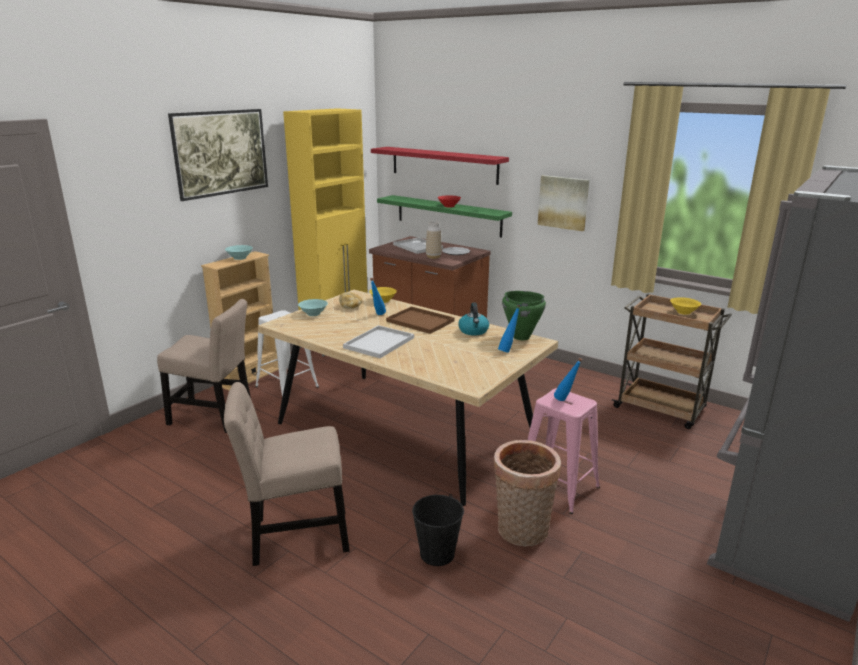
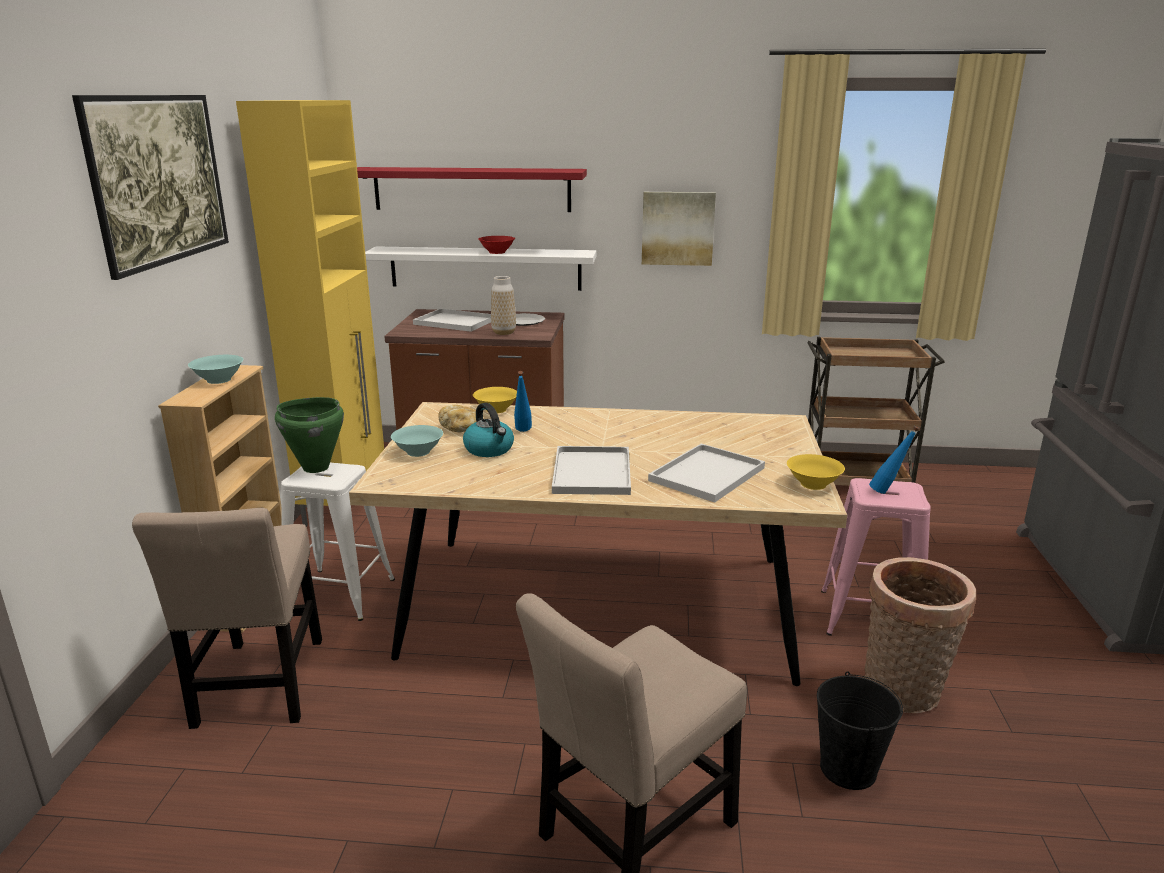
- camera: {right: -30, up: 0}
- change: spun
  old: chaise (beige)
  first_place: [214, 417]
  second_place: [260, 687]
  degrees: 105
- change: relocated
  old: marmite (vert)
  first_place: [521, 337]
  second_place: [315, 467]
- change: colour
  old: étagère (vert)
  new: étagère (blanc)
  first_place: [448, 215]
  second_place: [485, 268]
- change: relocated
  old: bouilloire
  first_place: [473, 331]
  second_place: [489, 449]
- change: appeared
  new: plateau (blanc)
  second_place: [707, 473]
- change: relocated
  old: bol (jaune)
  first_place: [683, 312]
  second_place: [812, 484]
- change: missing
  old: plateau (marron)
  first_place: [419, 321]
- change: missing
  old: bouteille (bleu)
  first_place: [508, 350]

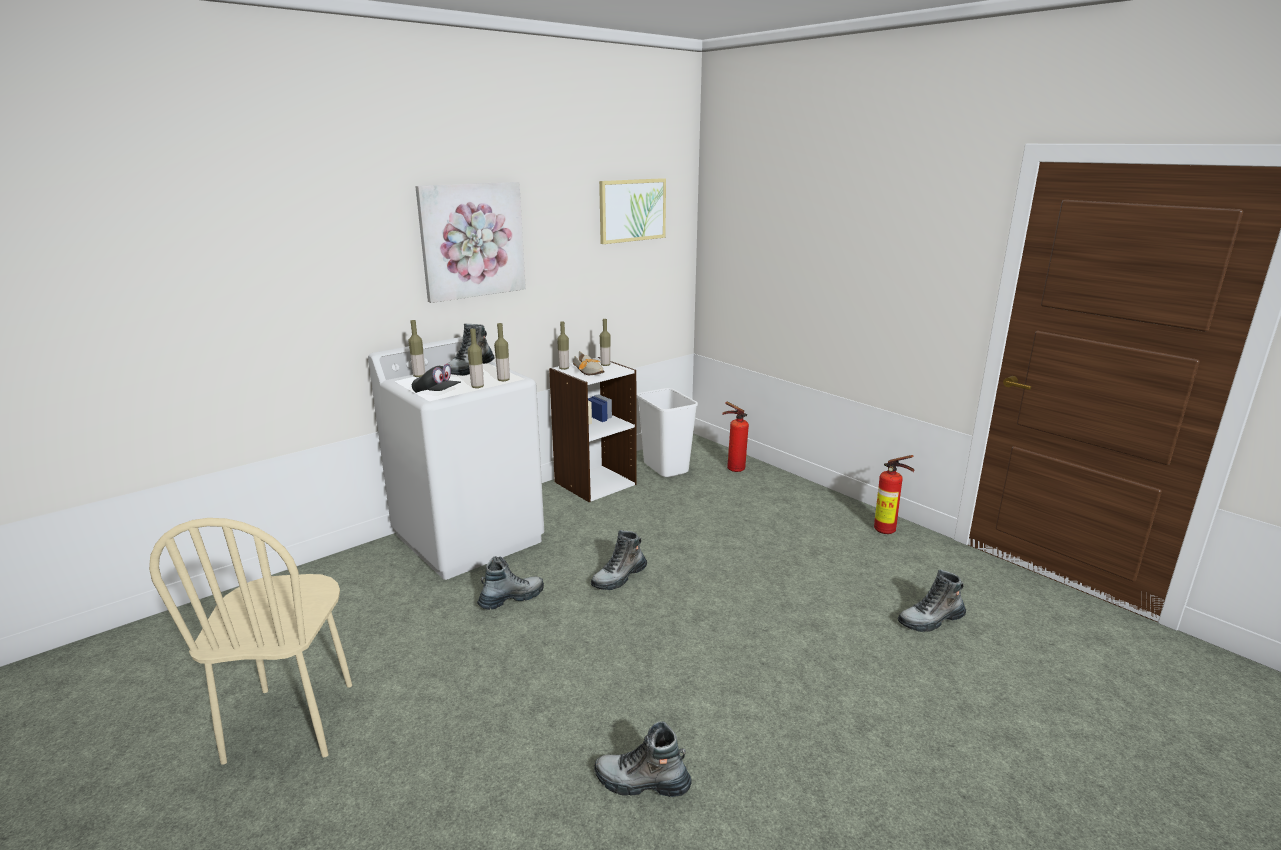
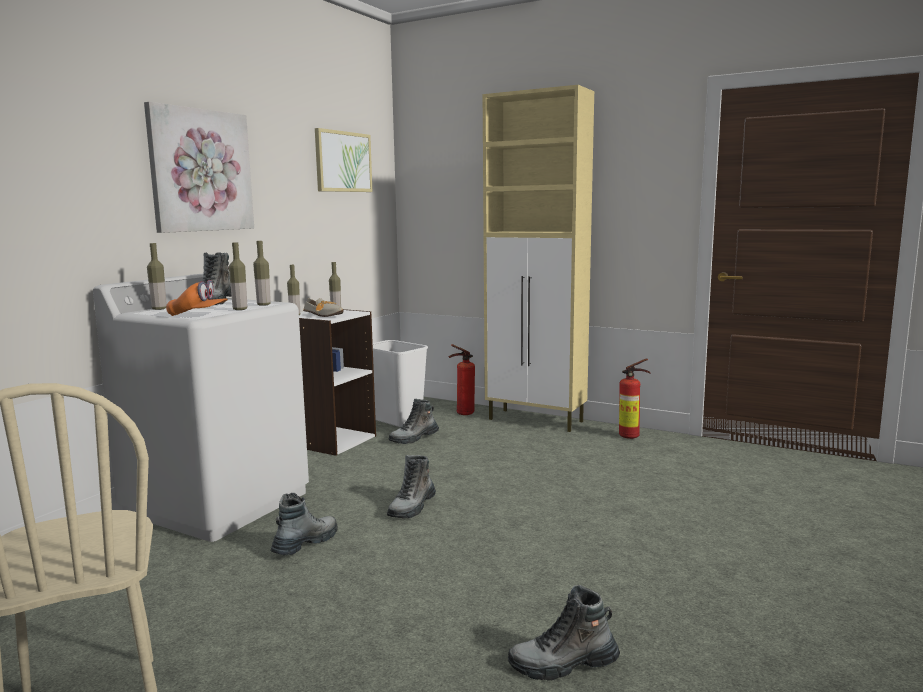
- camera: {right: -20, up: -10}
- change: colour
  old: casquette (noir)
  new: casquette (orange)
  first_place: [437, 393]
  second_place: [198, 315]
- change: relocated
  old: botte
  first_place: [931, 620]
  second_place: [414, 438]
- change: appeared
  new: meuble de rangement (beige)
  second_place: [536, 420]

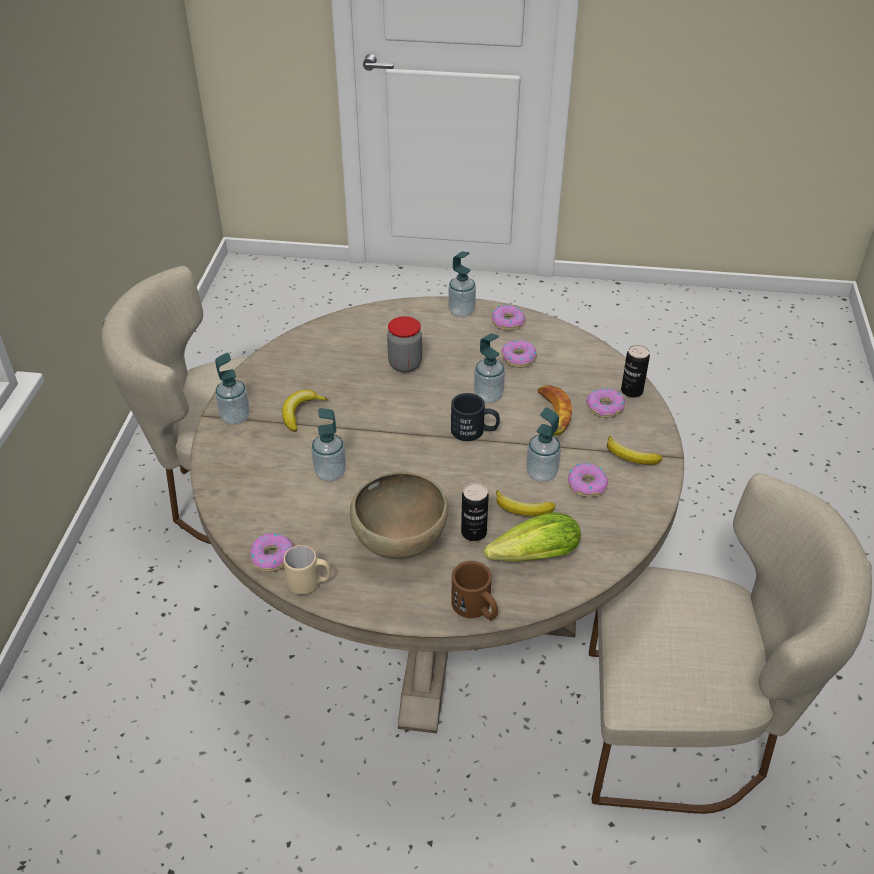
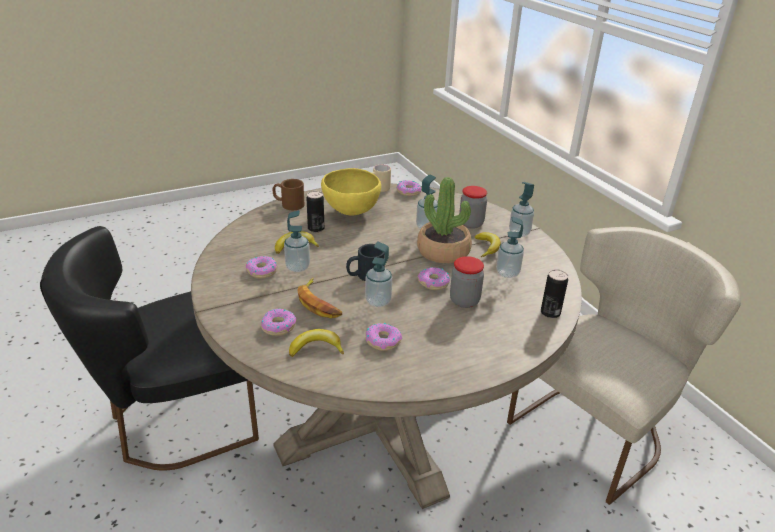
- camera: {right: 145, up: -10}
- change: colour
  old: chaise (beige)
  new: chaise (noir)
  first_place: [684, 731]
  second_place: [174, 421]
- change: relocated
  old: banane
  first_place: [630, 457]
  second_place: [316, 348]
- change: colour
  old: bol (marron)
  new: bol (jaune)
  first_place: [401, 545]
  second_place: [350, 213]
- change: appeared
  new: plante en pot
  second_place: [443, 251]
- change: relocated
  old: beignet
  first_place: [508, 322]
  second_place: [433, 283]
- change: appeared
  new: bocal
  second_place: [471, 223]
- change: relocated
  old: distributeur de savon
  first_place: [461, 311]
  second_place: [507, 273]
- change: relocated
  old: boîte métallique
  first_place: [631, 391]
  second_place: [550, 312]
- change: missing
  old: laitue
  first_place: [529, 557]

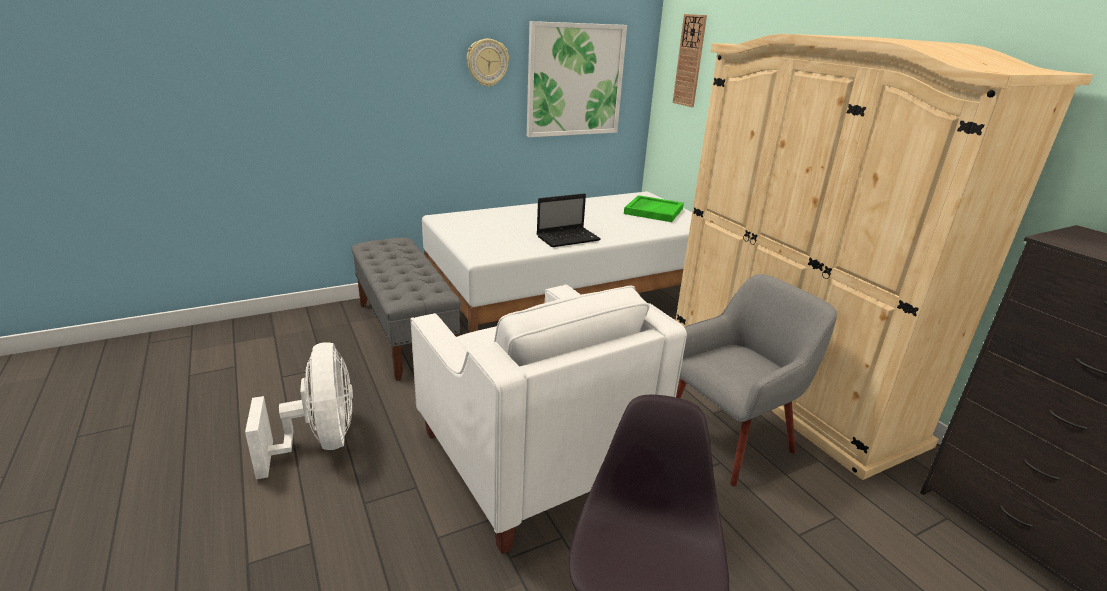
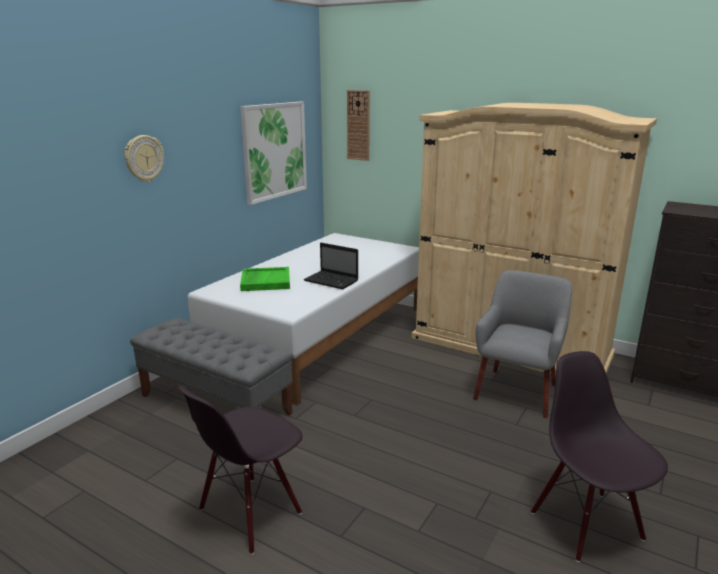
- camera: {right: -30, up: -5}
- change: relocated
  old: horloge murale
  first_place: [487, 62]
  second_place: [144, 158]
- change: exchanged
  old: ventilateur (blanc)
  new: chaise (noir)
  first_place: [320, 442]
  second_place: [250, 513]
- change: relocated
  old: plateau (vert)
  first_place: [653, 211]
  second_place: [265, 281]
- change: spun
  old: ordinateur portable
  first_place: [569, 238]
  second_place: [332, 281]
  degrees: 90
- change: missing
  old: fauteuil (blanc)
  first_place: [532, 459]

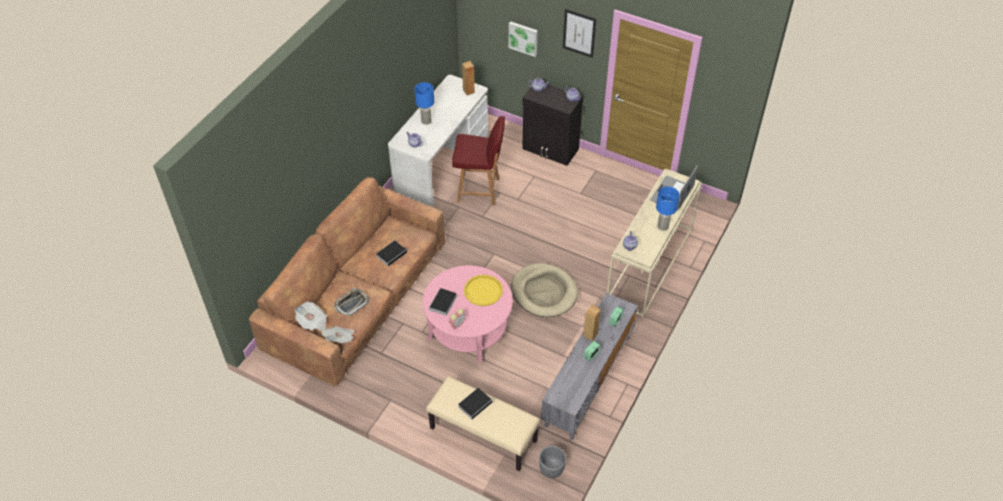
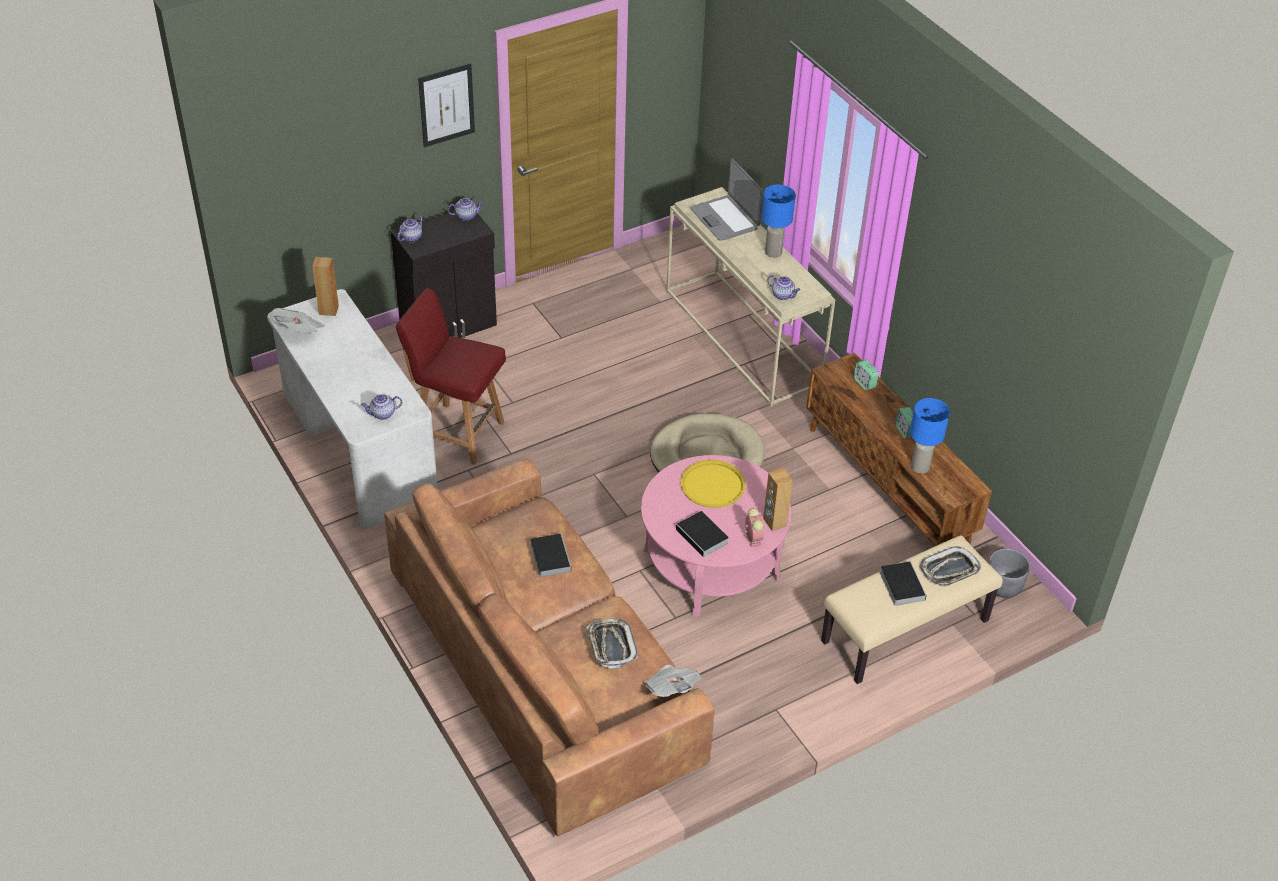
- camera: {right: -60, up: -5}
- change: relocated
  old: journal
  first_place: [312, 322]
  second_place: [299, 330]
- change: spun
  old: chaise (rouge)
  first_place: [479, 190]
  second_place: [457, 433]
  degrees: -105
- change: relocated
  old: enceinte (marron)
  first_place: [590, 334]
  second_place: [774, 522]
- change: colour
  old: meuble télé (gris)
  new: meuble télé (marron)
  first_place: [588, 381]
  second_place: [888, 485]
- change: relocated
  old: lampe de table (bleu)
  first_place: [426, 121]
  second_place: [919, 467]
- change: appeared
  new: plateau
  second_place: [949, 570]
- change: missing
  old: tableau
  first_place: [523, 38]

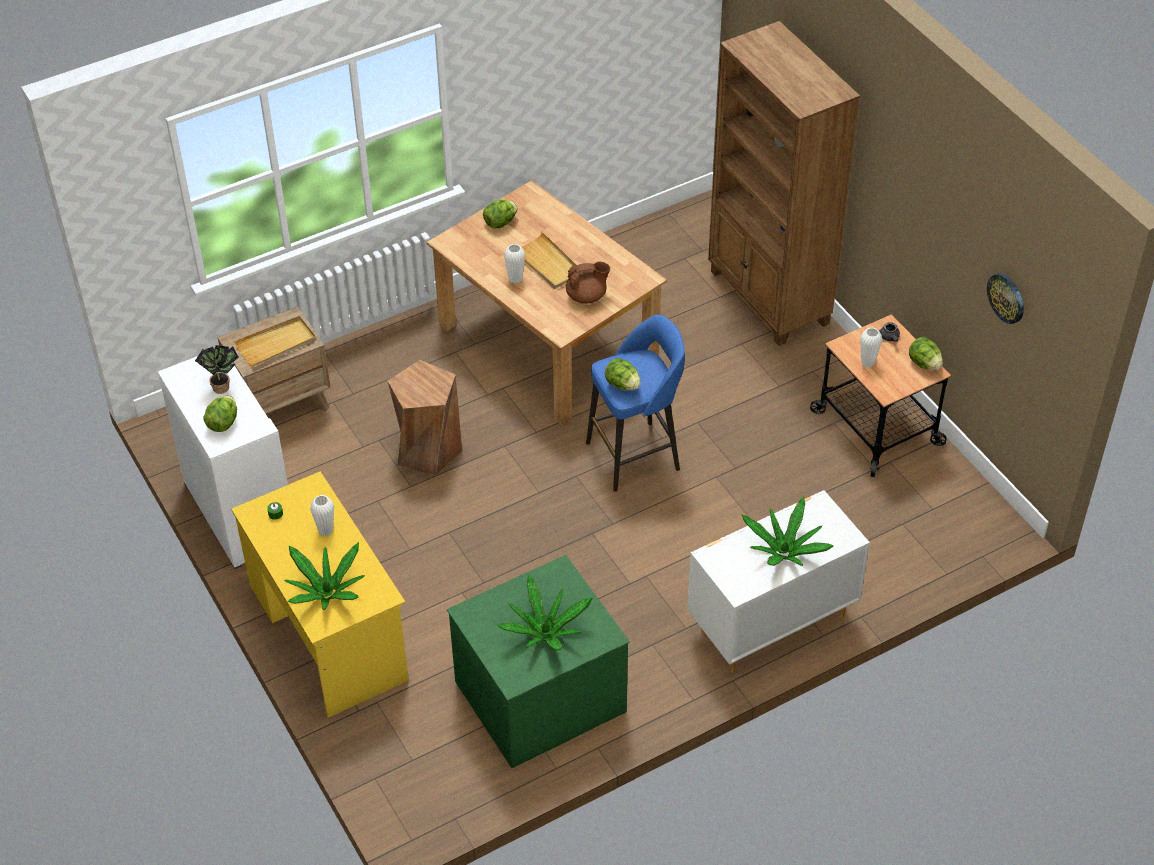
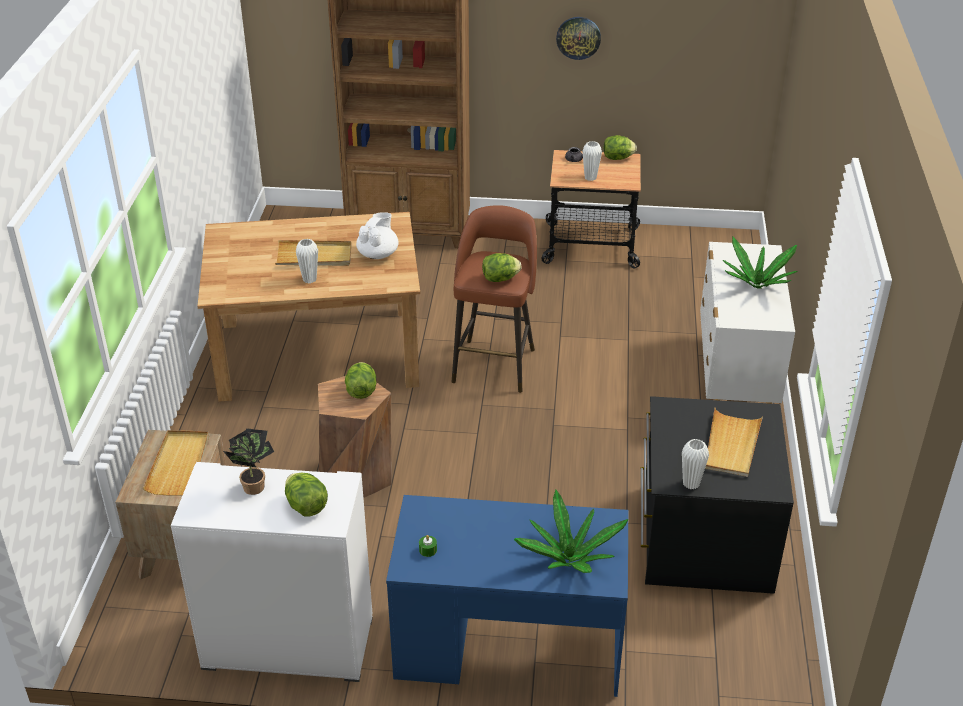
- camera: {right: -55, up: -10}
- change: relocated
  old: laitue
  first_place: [500, 223]
  second_place: [361, 391]
- change: colour
  old: théière (marron)
  new: théière (blanc)
  first_place: [587, 296]
  second_place: [378, 254]
- change: colour
  old: bureau (jaune)
  new: bureau (bleu)
  first_place: [328, 632]
  second_place: [508, 646]
- change: colour
  old: tabouret (bleu)
  new: tabouret (marron)
  first_place: [635, 455]
  second_place: [494, 364]
- change: relocated
  old: horloge murale
  first_place: [1006, 298]
  second_place: [578, 37]
- change: colour
  old: commode (vert)
  new: commode (noir)
  first_place: [539, 694]
  second_place: [703, 537]
- change: relocated
  old: vase (blanc)
  first_place: [325, 530]
  second_place: [691, 484]
- change: exchanged
  old: plante en pot
  new: plateau (beige)
  first_place: [545, 632]
  second_place: [731, 445]

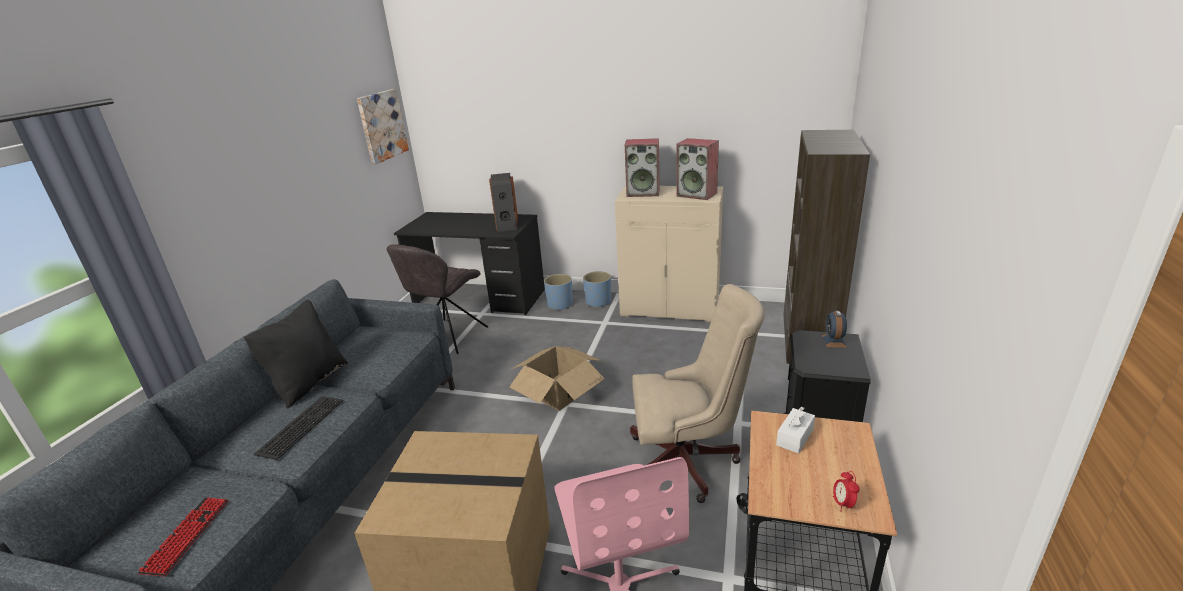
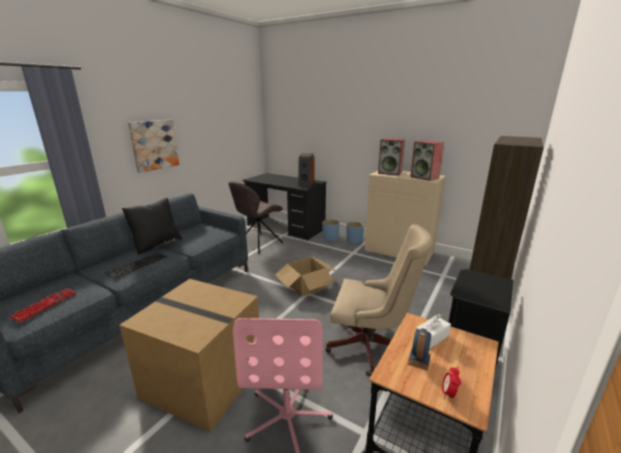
- camera: {right: 15, up: -5}
- change: relocated
  old: tableau
  first_place: [382, 125]
  second_place: [154, 145]
- change: relocated
  old: réveil
  first_place: [834, 341]
  second_place: [419, 359]

